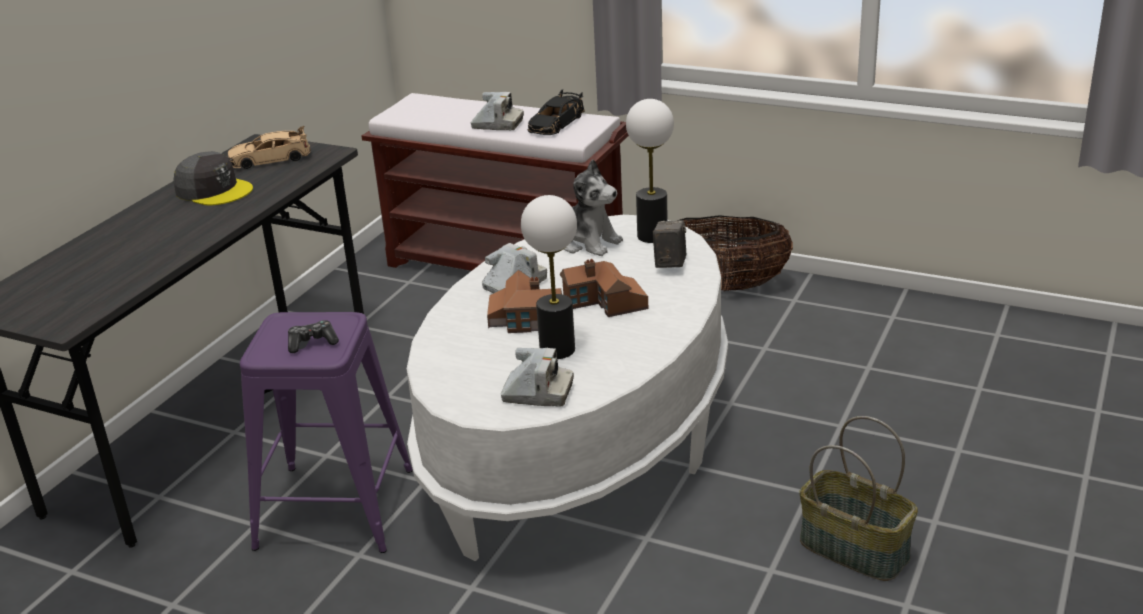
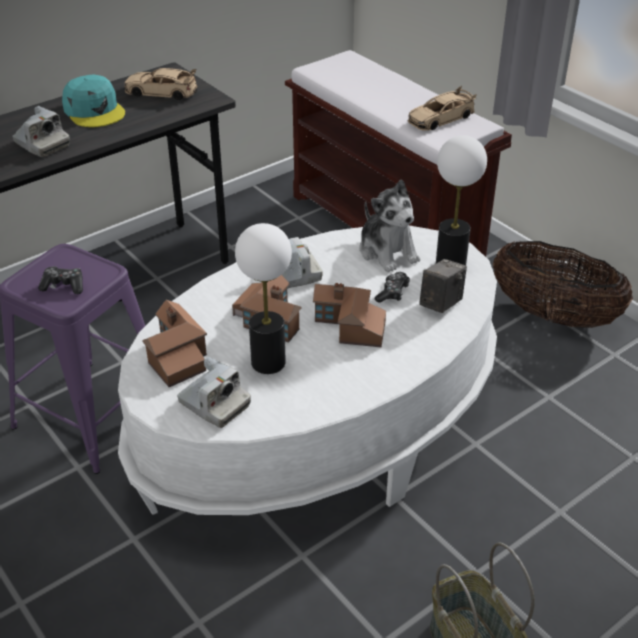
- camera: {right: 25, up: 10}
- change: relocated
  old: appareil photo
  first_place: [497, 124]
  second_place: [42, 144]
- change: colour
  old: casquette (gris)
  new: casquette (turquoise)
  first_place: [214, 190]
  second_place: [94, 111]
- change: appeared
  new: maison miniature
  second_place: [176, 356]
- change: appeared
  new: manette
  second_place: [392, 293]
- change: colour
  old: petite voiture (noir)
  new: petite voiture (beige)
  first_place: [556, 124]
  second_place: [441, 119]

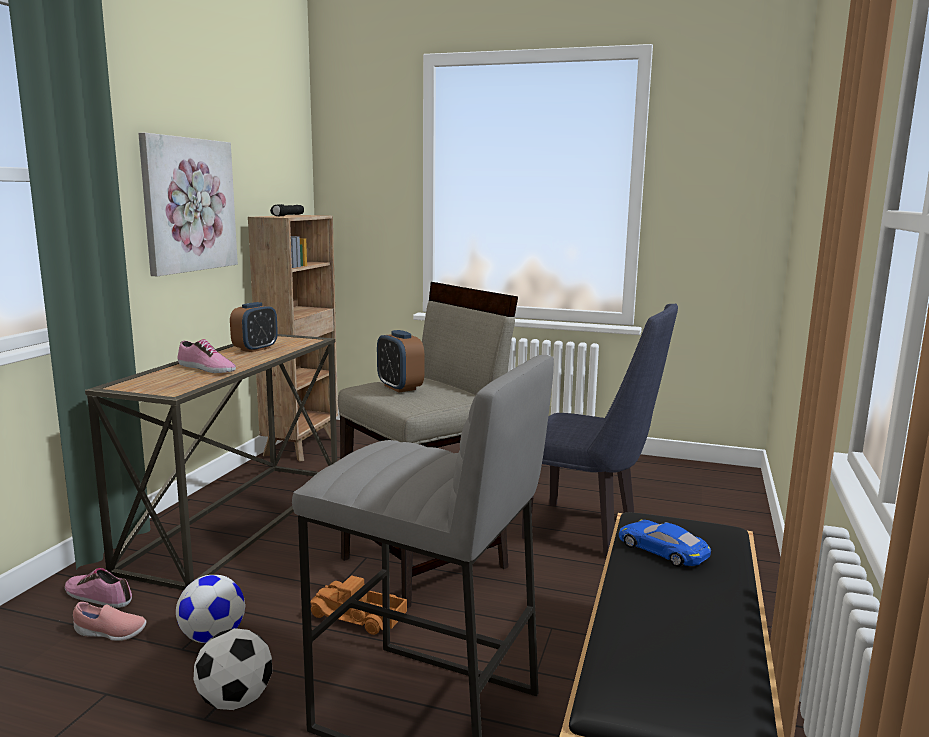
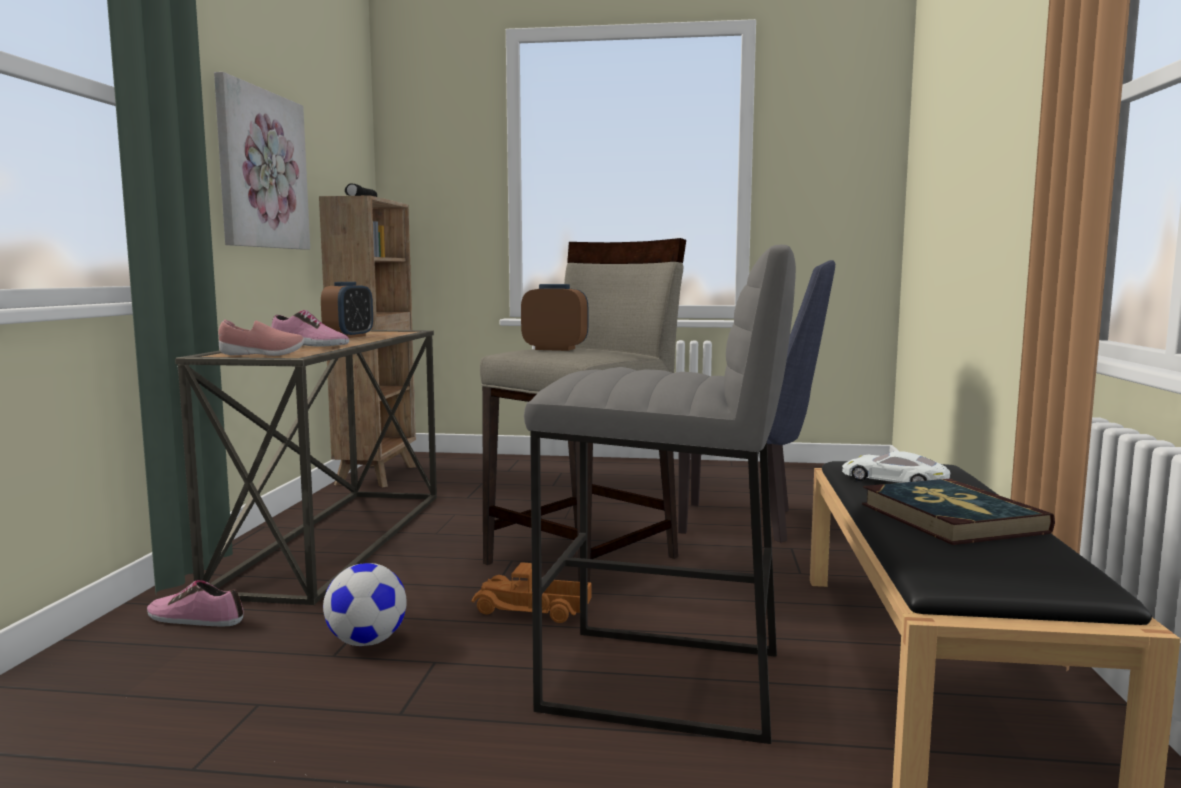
- camera: {right: -10, up: -5}
- change: relocated
  old: chaussure (rose)
  first_place: [110, 633]
  second_place: [262, 354]
- change: spun
  old: réveil
  first_place: [400, 387]
  second_place: [555, 349]
  degrees: 150
- change: colour
  old: petite voiture (bleu)
  new: petite voiture (blanc)
  first_place: [662, 550]
  second_place: [894, 480]
- change: appeared
  new: livre
  second_place: [950, 518]
- change: missing
  old: ballon de foot
  first_place: [235, 700]

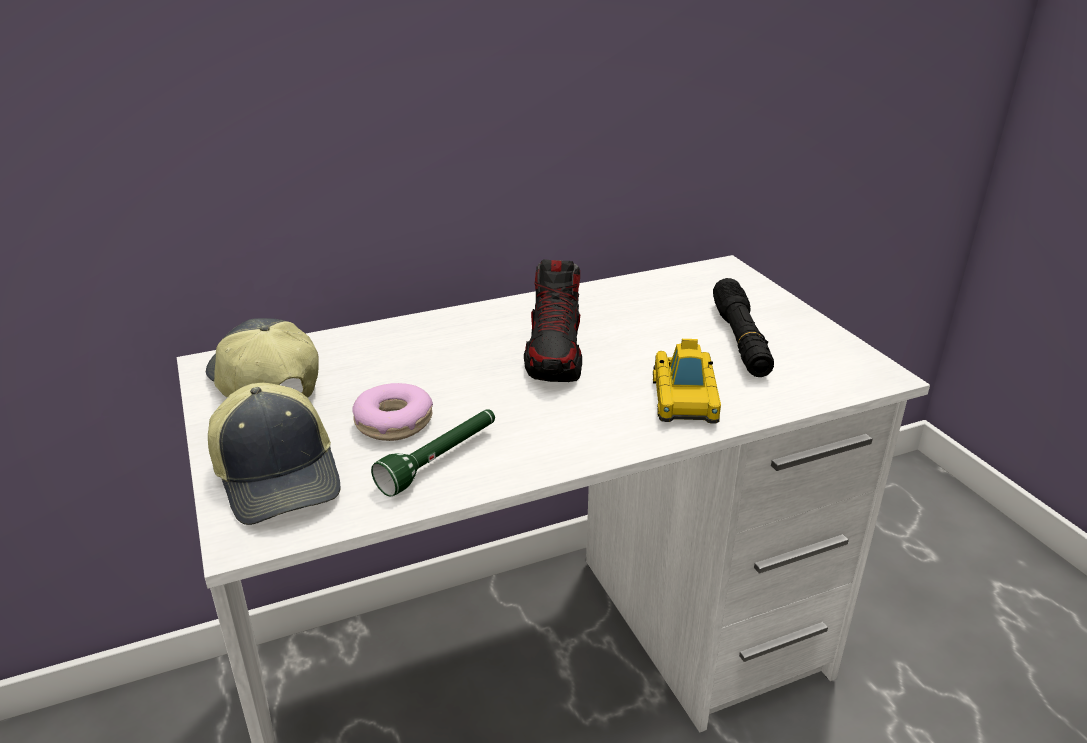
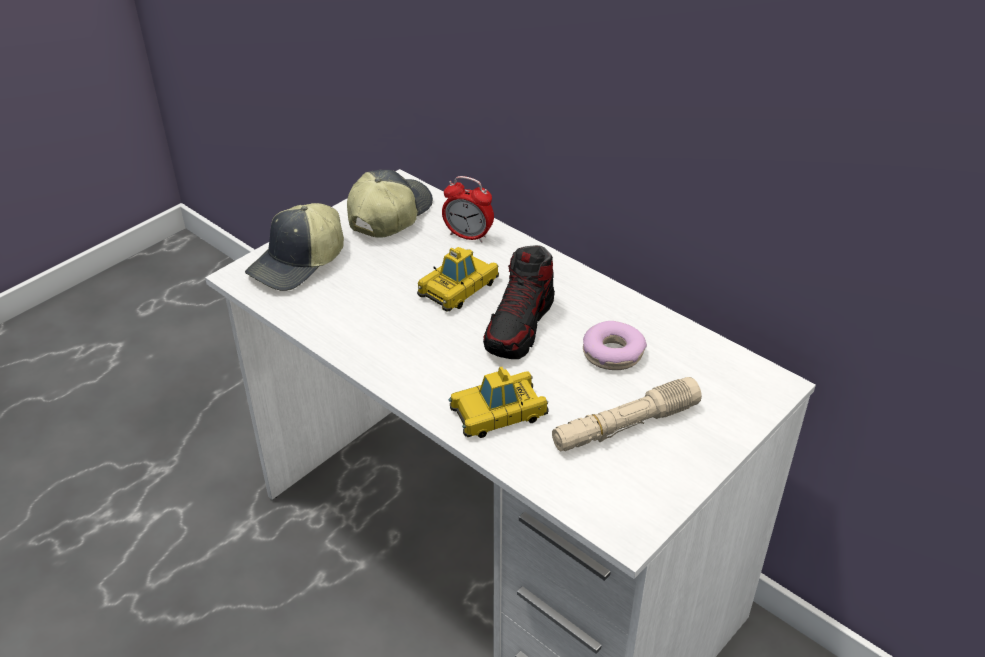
- camera: {right: 65, up: 10}
- change: appeared
  new: petite voiture
  second_place: [458, 288]
- change: appeared
  new: réveil
  second_place: [468, 236]
- change: spun
  old: chaussure
  first_place: [555, 354]
  second_place: [520, 326]
  degrees: -45
- change: colour
  old: lampe de poche (noir)
  new: lampe de poche (beige)
  first_place: [740, 340]
  second_place: [625, 425]
- change: relocated
  old: beignet
  first_place: [394, 422]
  second_place: [613, 353]
- change: missing
  old: lampe de poche (vert)
  first_place: [440, 460]

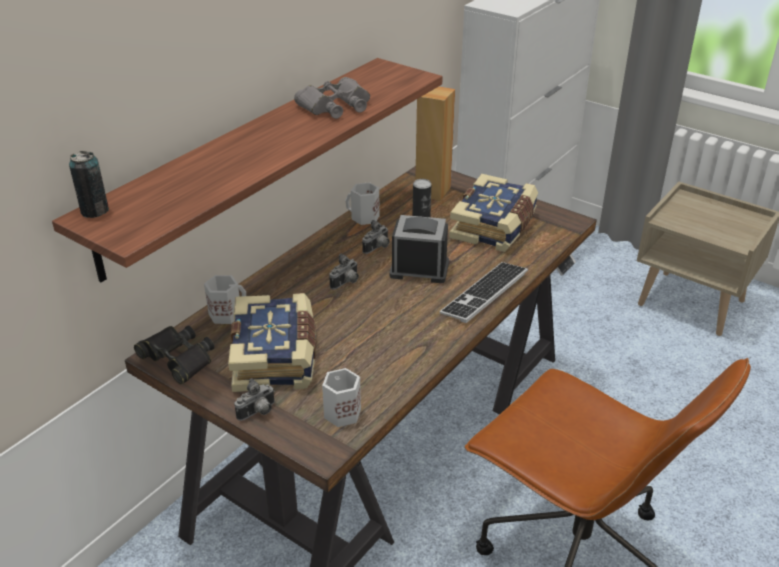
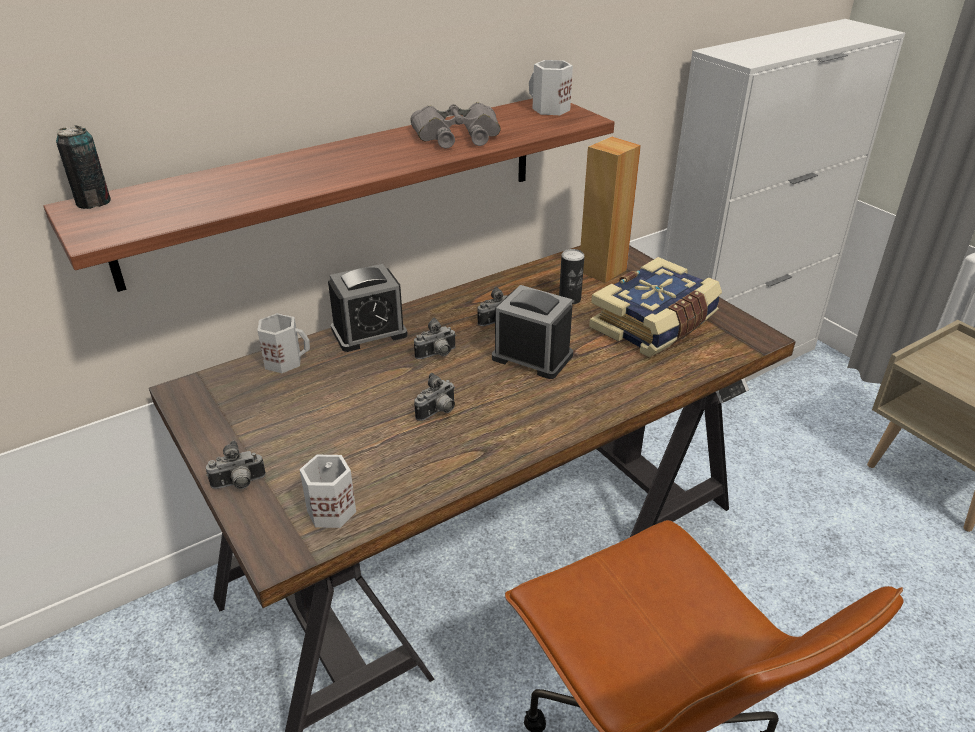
- camera: {right: 20, up: 0}
- change: appeared
  new: réveil
  second_place: [369, 332]
- change: appeared
  new: appareil photo
  second_place: [438, 412]
- change: relocated
  old: mug (blanc)
  first_place: [364, 218]
  second_place: [549, 109]
- change: missing
  old: jumelles (noir)
  first_place: [178, 358]
- change: missing
  old: livre
  first_place: [276, 357]
- change: missing
  old: clavier
  first_place: [484, 293]

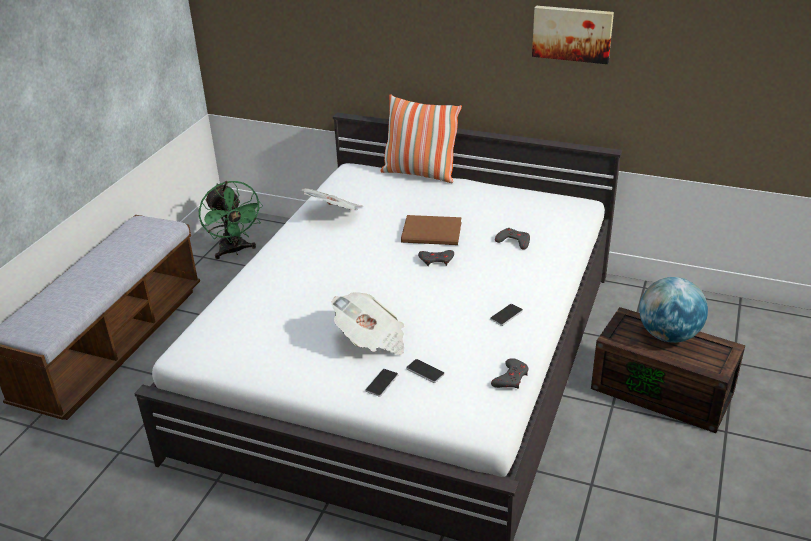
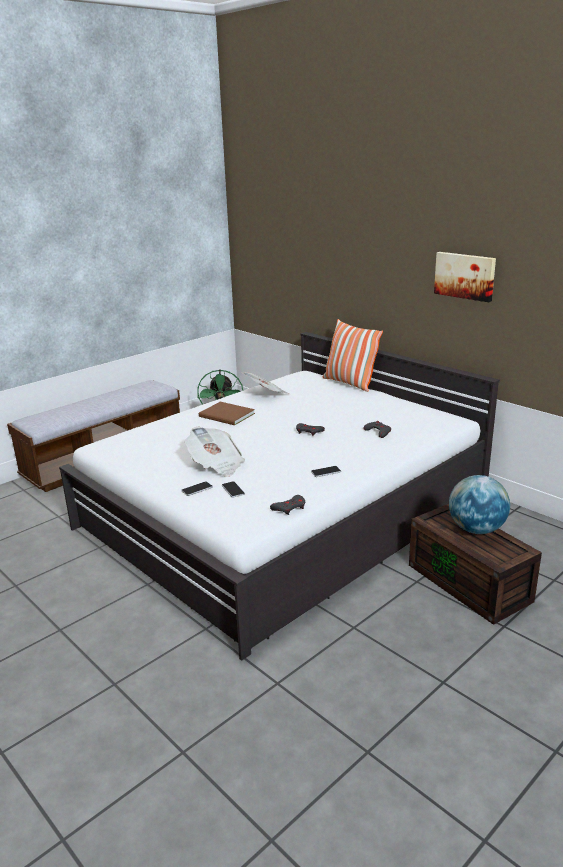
- camera: {right: 25, up: -10}
- change: relocated
  old: livre (marron)
  first_place: [433, 233]
  second_place: [227, 416]

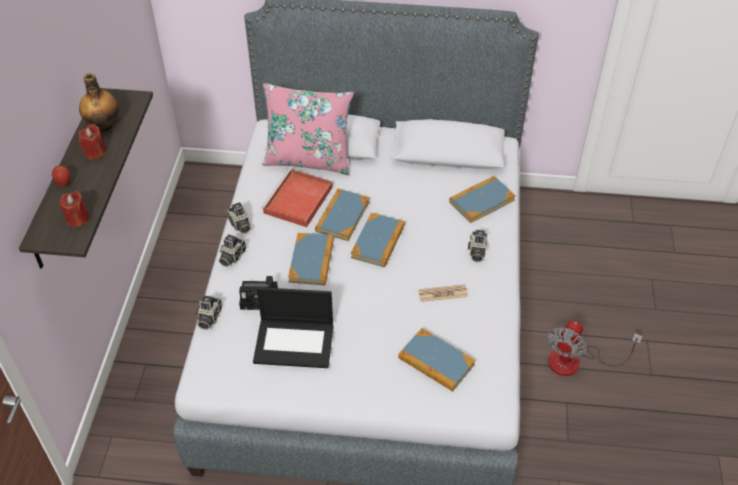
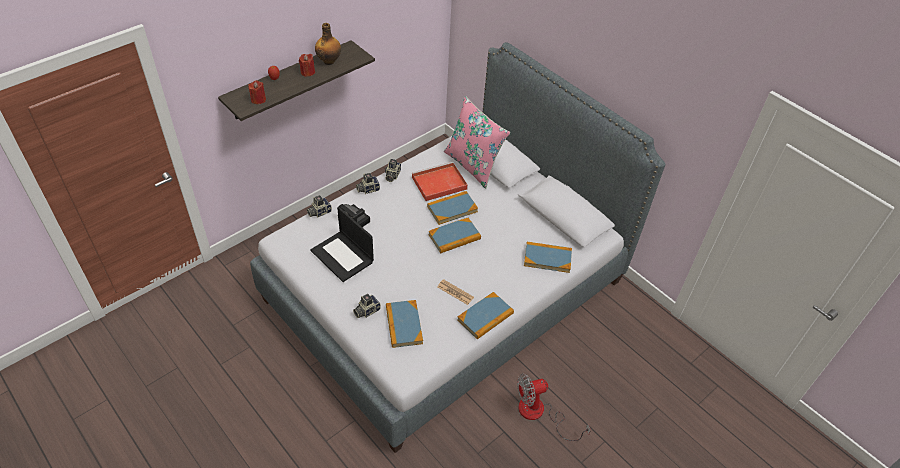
- camera: {right: 40, up: 0}
- change: relocated
  old: appareil photo
  first_place: [476, 251]
  second_place: [366, 310]
- change: relocated
  old: livre
  first_place: [311, 261]
  second_place: [485, 317]

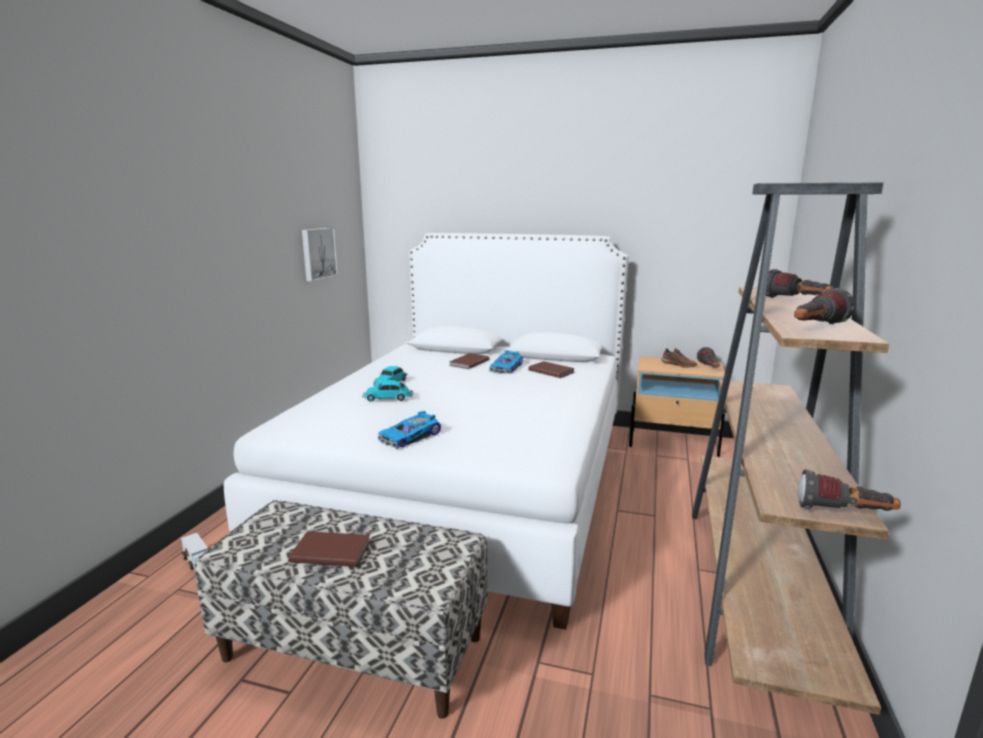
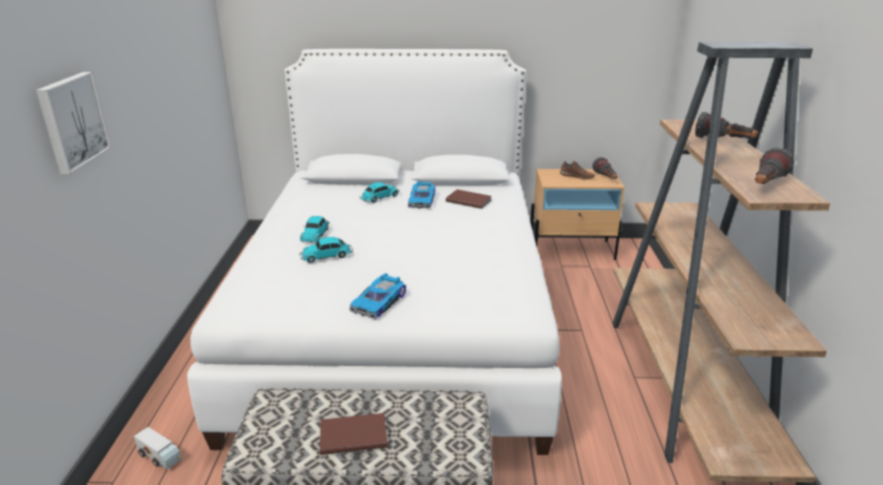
- camera: {right: -15, up: 10}
- change: relocated
  old: tableau
  first_place: [318, 253]
  second_place: [71, 121]
- change: exchanged
  old: livre (marron)
  new: petite voiture
  first_place: [468, 363]
  second_place: [379, 197]
- change: missing
  old: lampe de poche
  first_place: [843, 513]

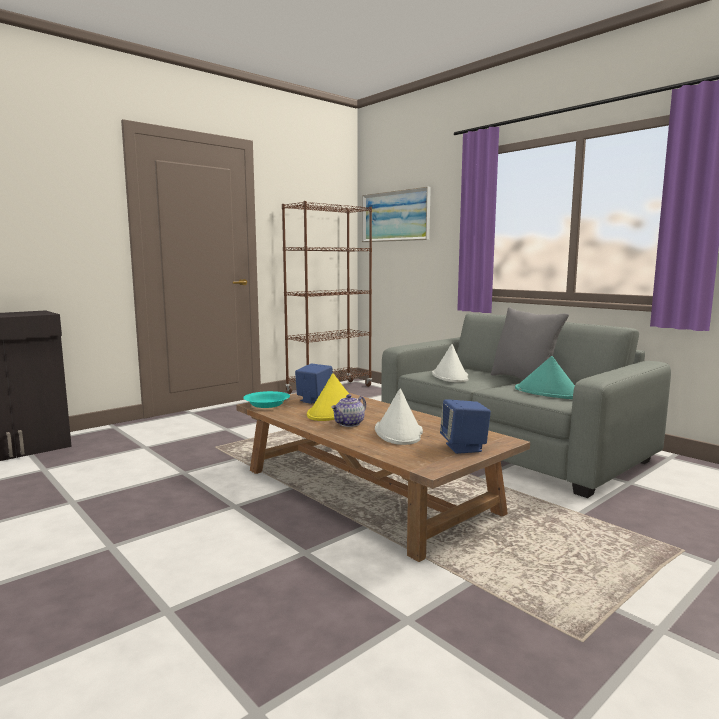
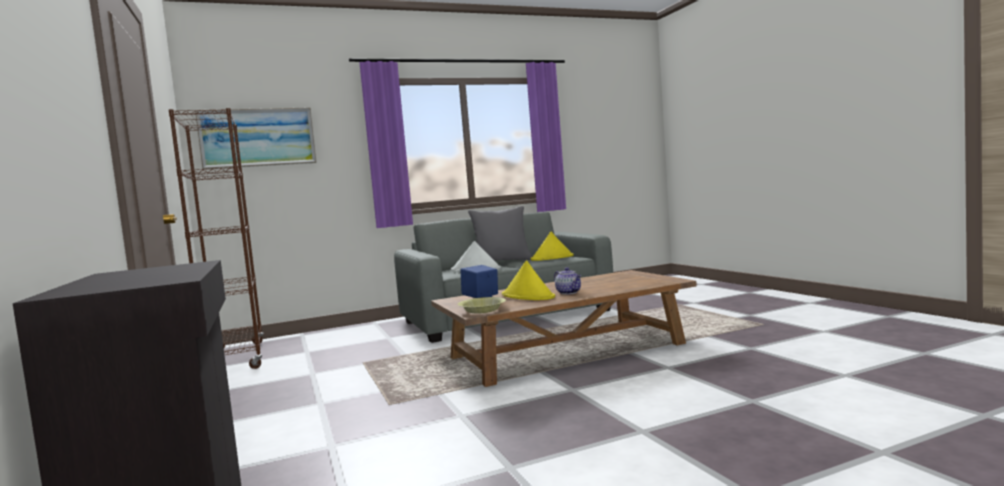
- camera: {right: -70, up: -5}
- change: colour
  old: bol (turquoise)
  new: bol (jaune)
  first_place: [267, 405]
  second_place: [482, 311]
- change: colour
  old: chapeau (turquoise)
  new: chapeau (jaune)
  first_place: [548, 393]
  second_place: [552, 258]
- change: missing
  old: chapeau (blanc)
  first_place: [399, 432]
- change: missing
  old: enceinte (bleu)
  first_place: [464, 447]

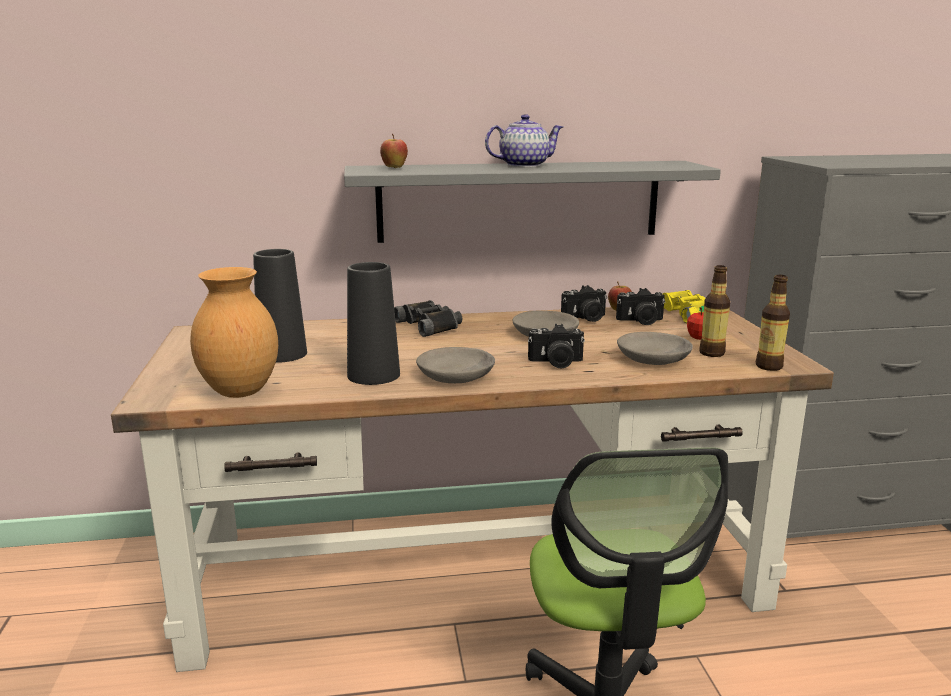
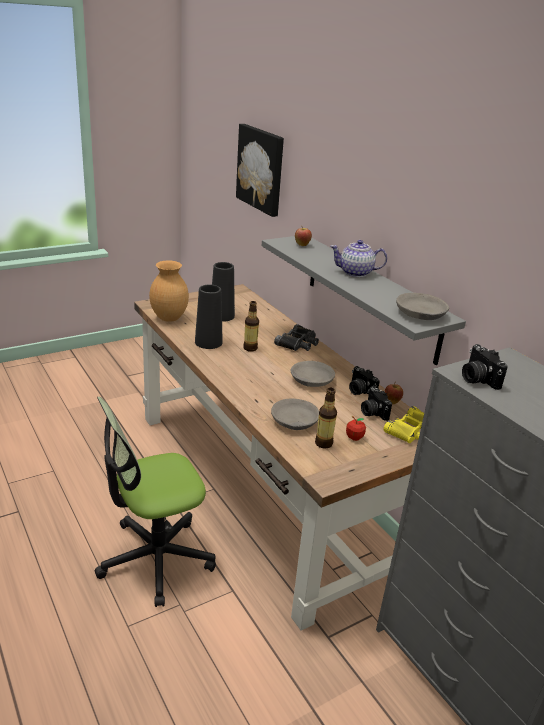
- camera: {right: 65, up: 10}
- change: appeared
  new: tableau
  second_place: [261, 169]
- change: relocated
  old: bouteille
  first_place: [769, 366]
  second_place: [250, 348]
- change: spun
  old: théière
  first_place: [523, 165]
  second_place: [356, 273]
  degrees: 135
- change: relocated
  old: bol (gris)
  first_place: [457, 376]
  second_place: [420, 314]
- change: relocated
  old: appareil photo
  first_place: [556, 363]
  second_place: [477, 379]

